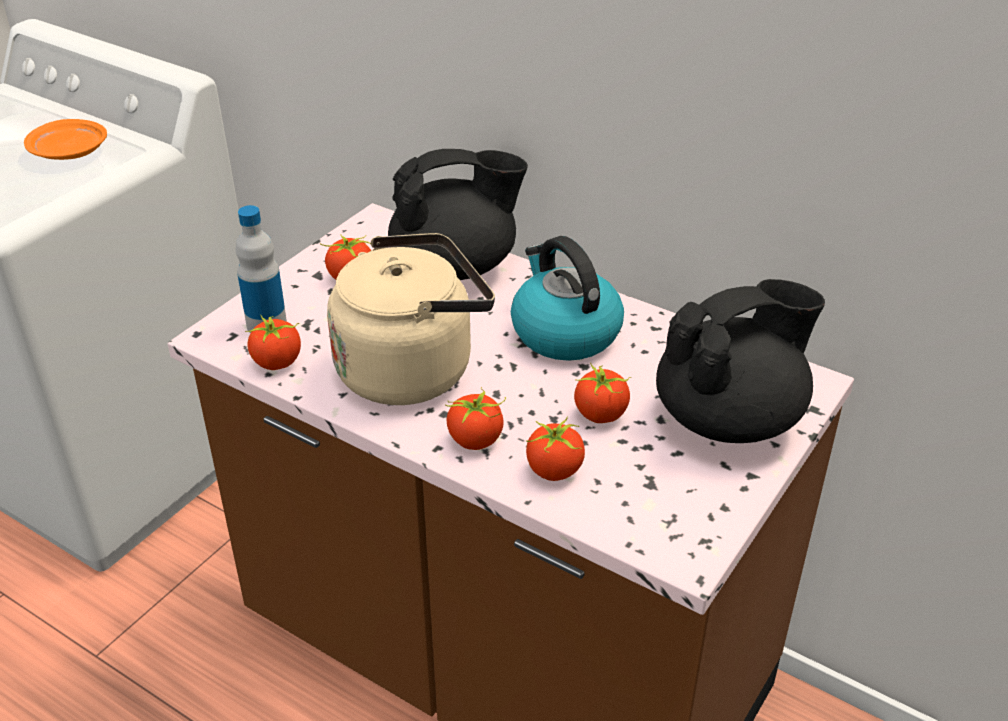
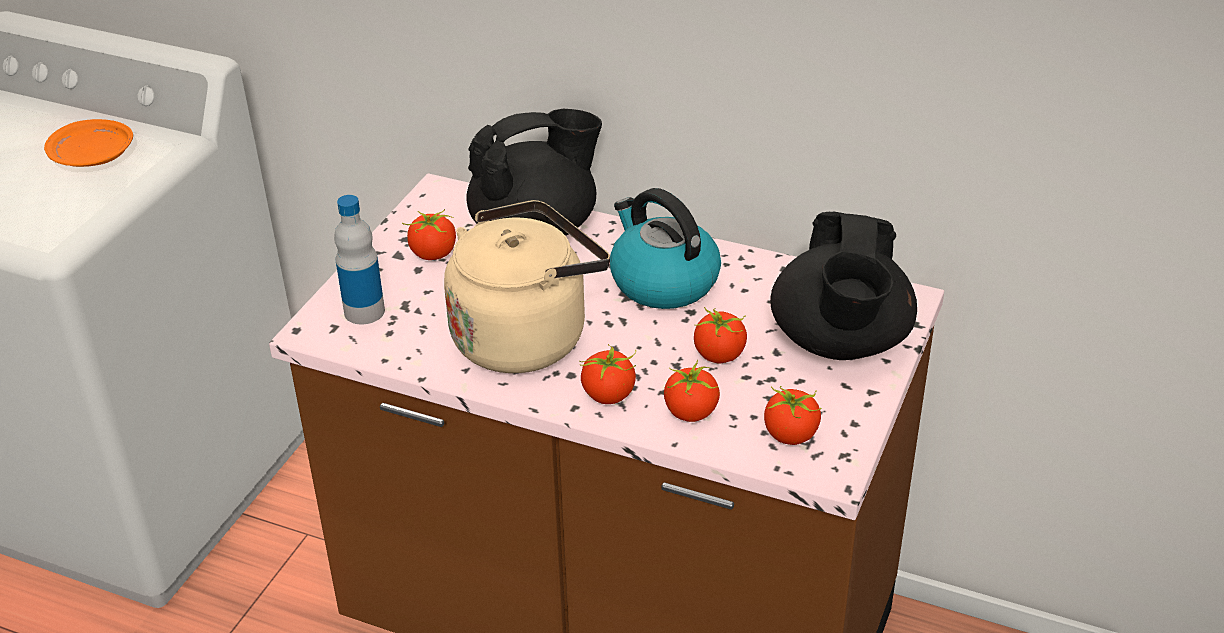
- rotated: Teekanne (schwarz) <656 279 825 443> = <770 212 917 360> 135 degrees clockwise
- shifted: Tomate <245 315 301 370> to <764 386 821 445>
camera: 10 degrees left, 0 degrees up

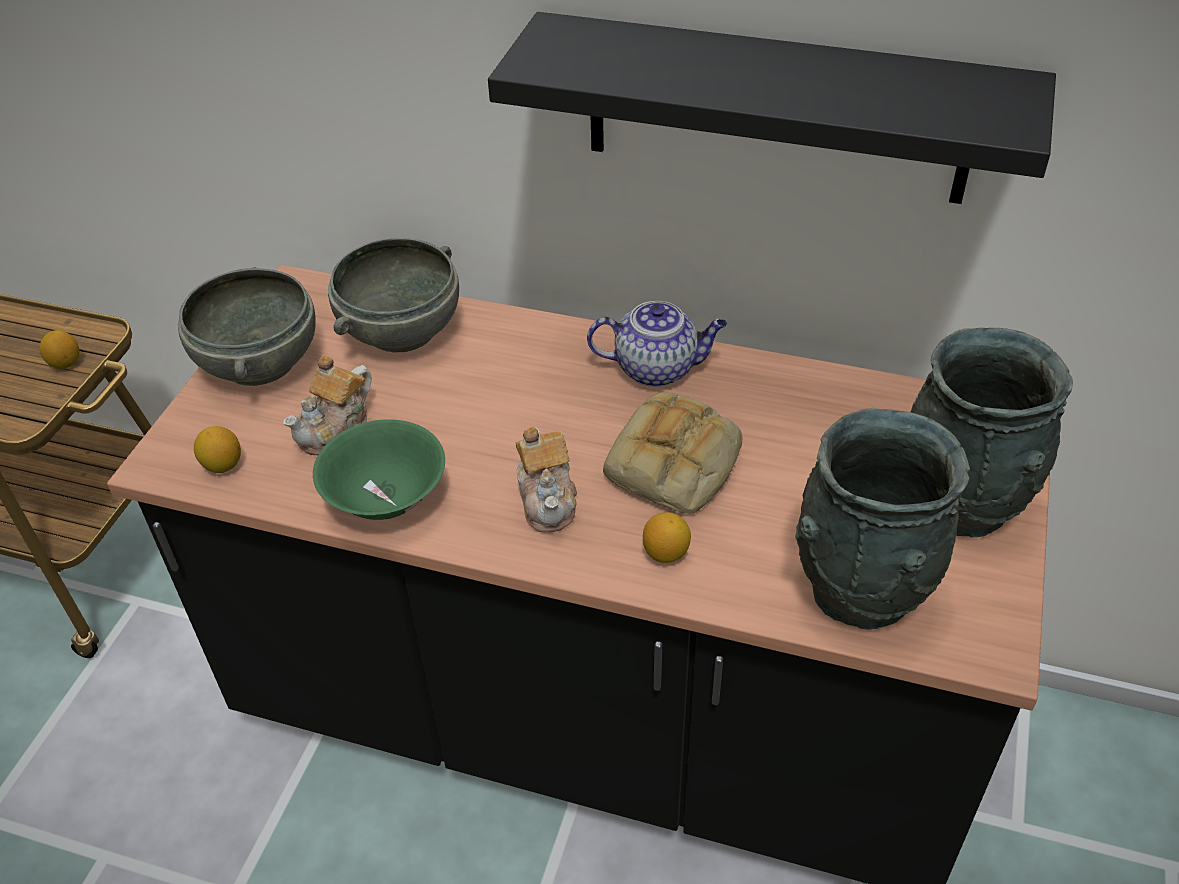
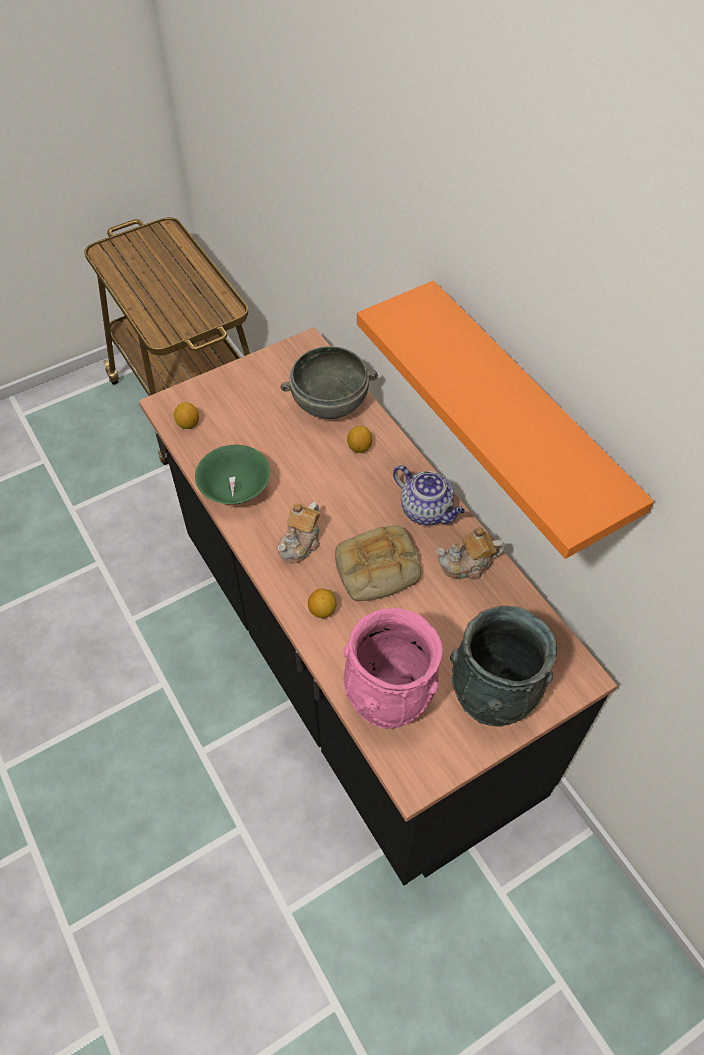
- repainted: Wandregal (schwarz) <488 12 1056 204> to Wandregal (orange) <357 280 654 559>
- gone: Schüssel (grau) <178 267 316 386>
- shifted: Zitrone <39 330 79 369> to <347 426 372 453>
- shifted: Teekanne <283 355 372 455> to <436 527 505 579>
- repainted: Vase (grau) <795 408 970 630> to Vase (rosa) <343 608 442 729>
camera: 40 degrees right, 10 degrees up

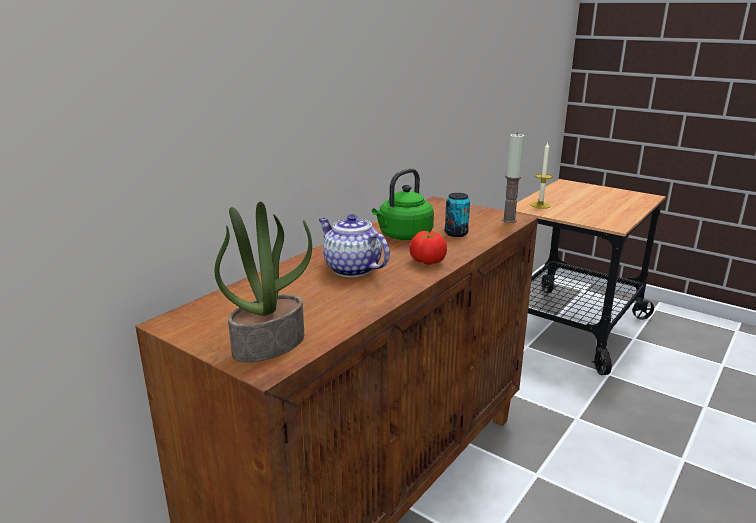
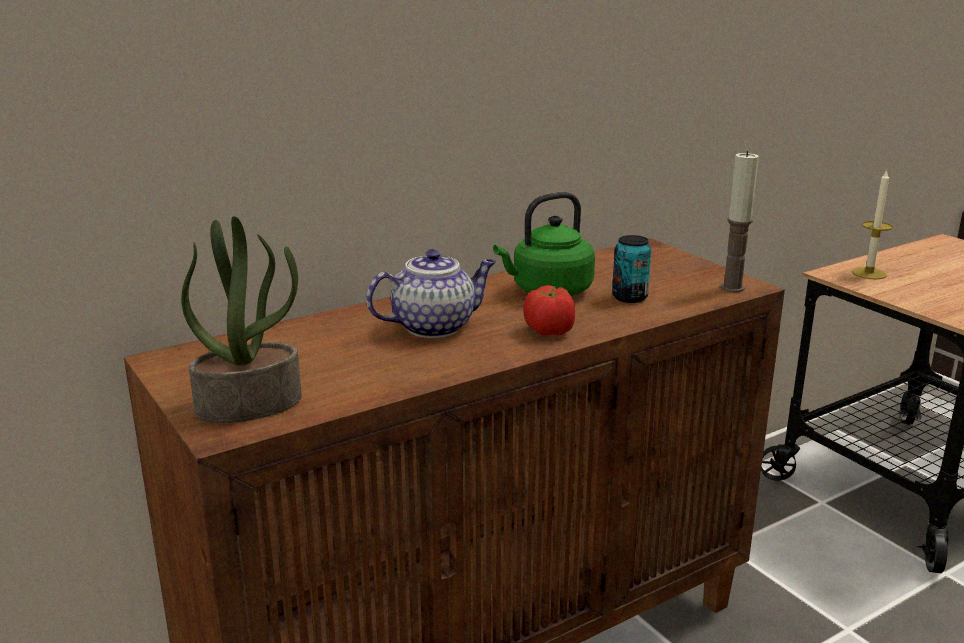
- rotated: Teekanne <319 214 390 277> = <366 249 496 338> 90 degrees clockwise
camera: 20 degrees right, 0 degrees up

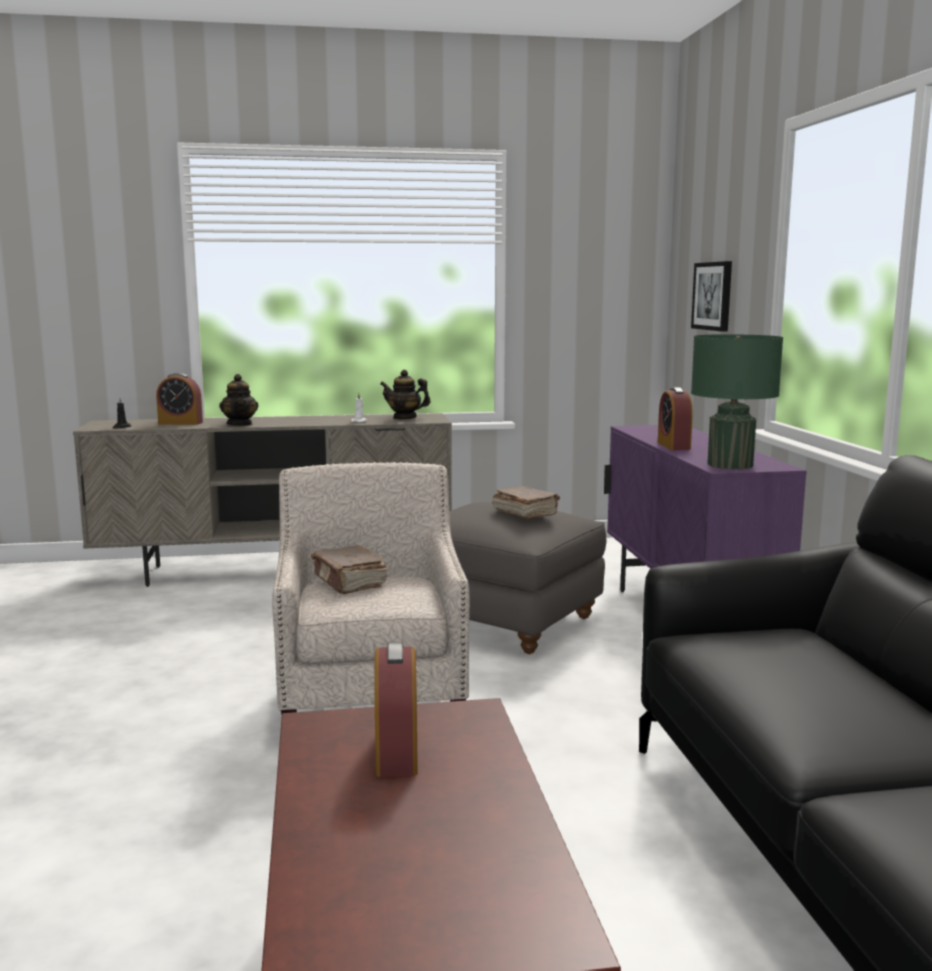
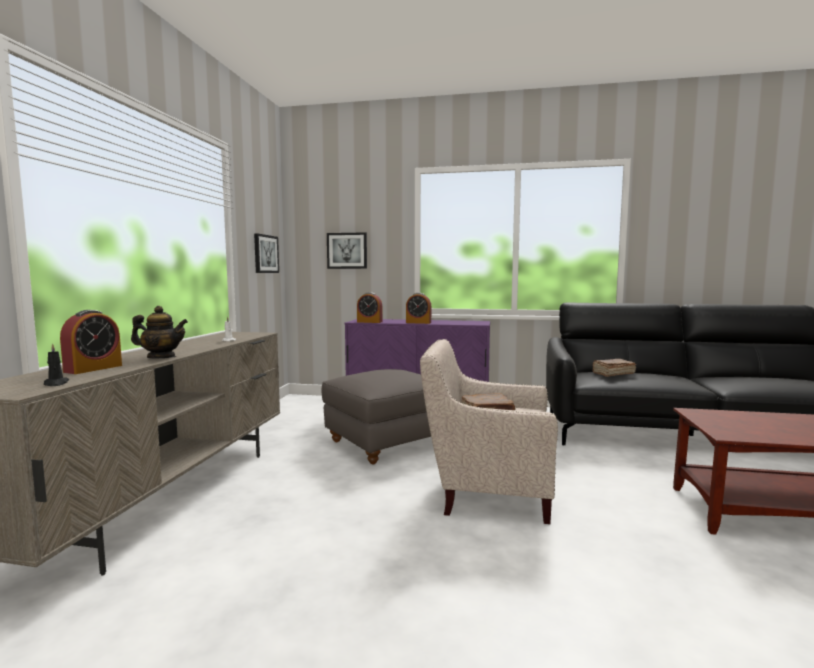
- gone: Tischlampe (grün) <691 334 783 469>
- gone: Teekanne <380 370 431 420>
- shifted: Buch (braun) <492 486 560 519> to <592 359 636 377>
- shifted: Wecker <374 642 418 777> to <357 292 382 323>
- new: Bild <254 233 279 273>
camera: 70 degrees left, 5 degrees down

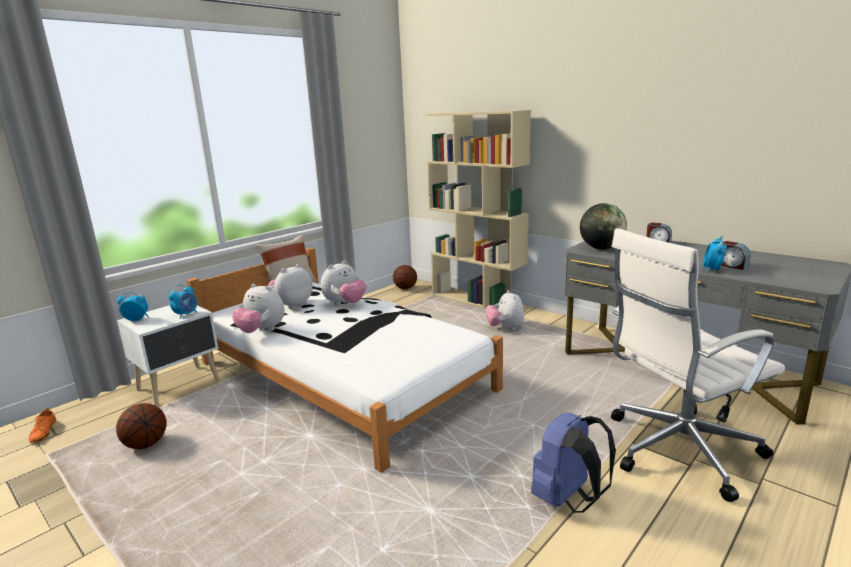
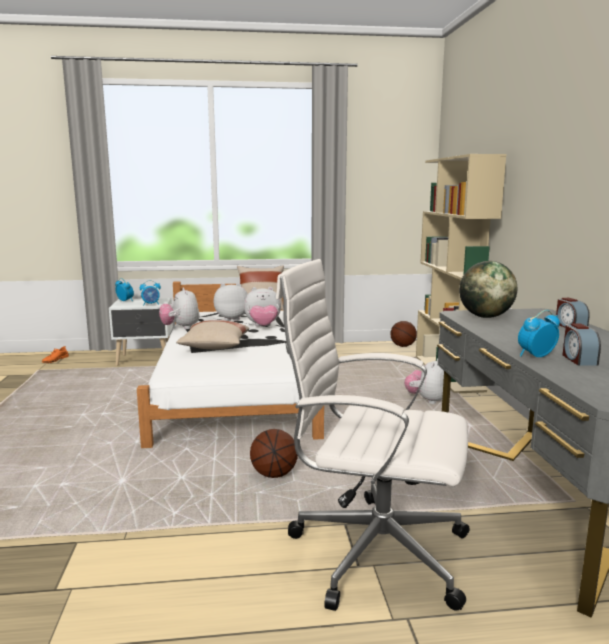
- shifted: Basketball <116 403 167 449> to <250 429 298 478>
- gone: Rucksack (blau) <531 413 616 513>
- new: Kissen (beige) <176 320 249 349>
camera: 40 degrees right, 5 degrees down

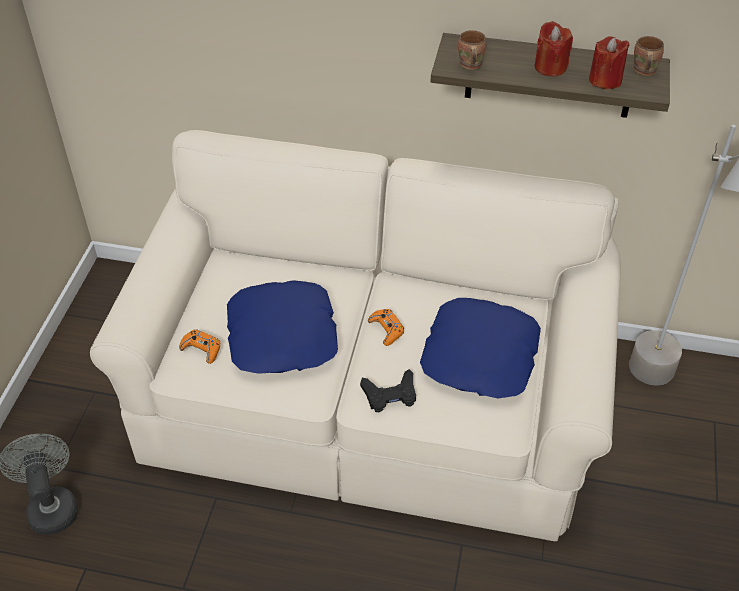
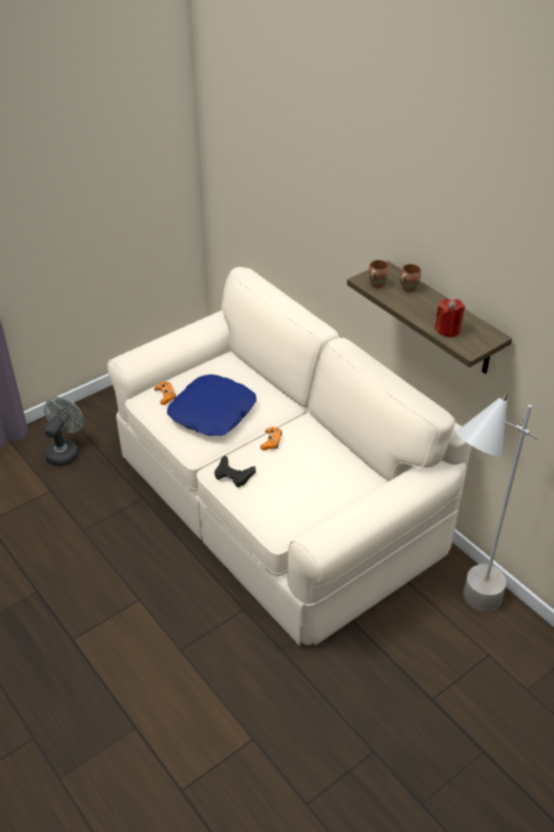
- gone: Kerze (rot) <535 21 573 77>
- shifted: Henkelbecher (braun) <634 36 664 76> to <400 264 421 292>
- gone: Kissen (blau) <420 298 541 398>
camera: 40 degrees right, 5 degrees down

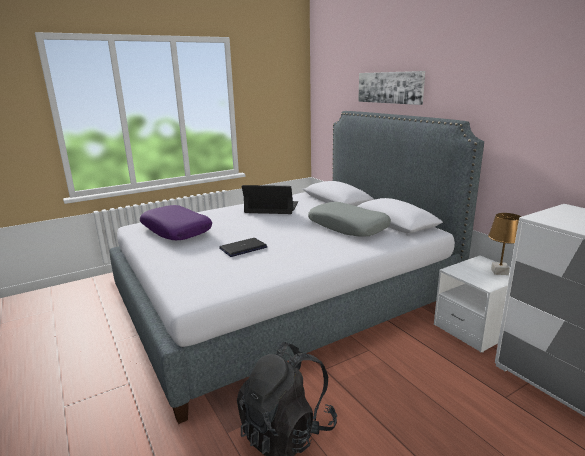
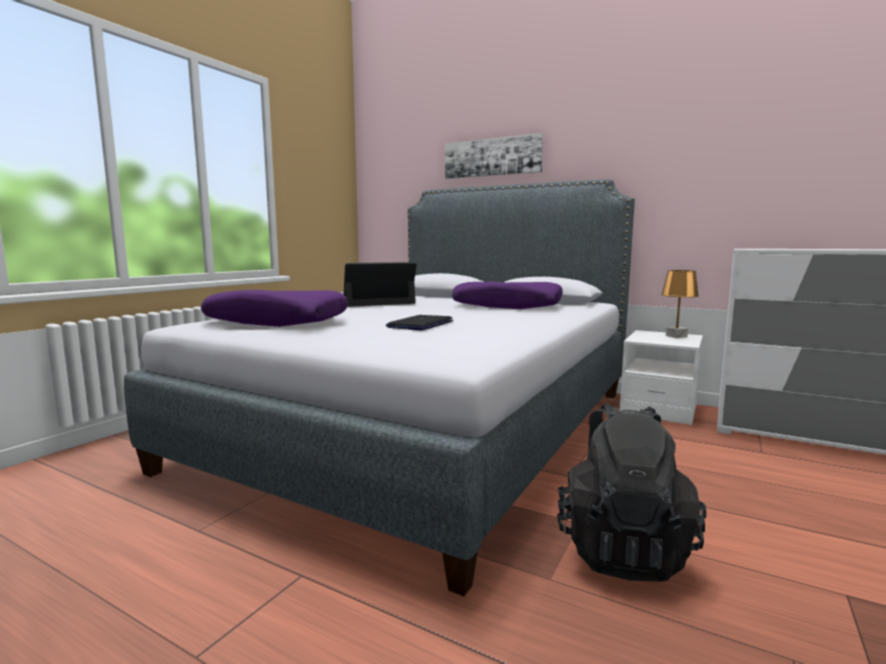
- repainted: Kissen (grau) <308 202 391 237> to Kissen (lila) <452 282 563 309>
camera: 30 degrees left, 10 degrees down

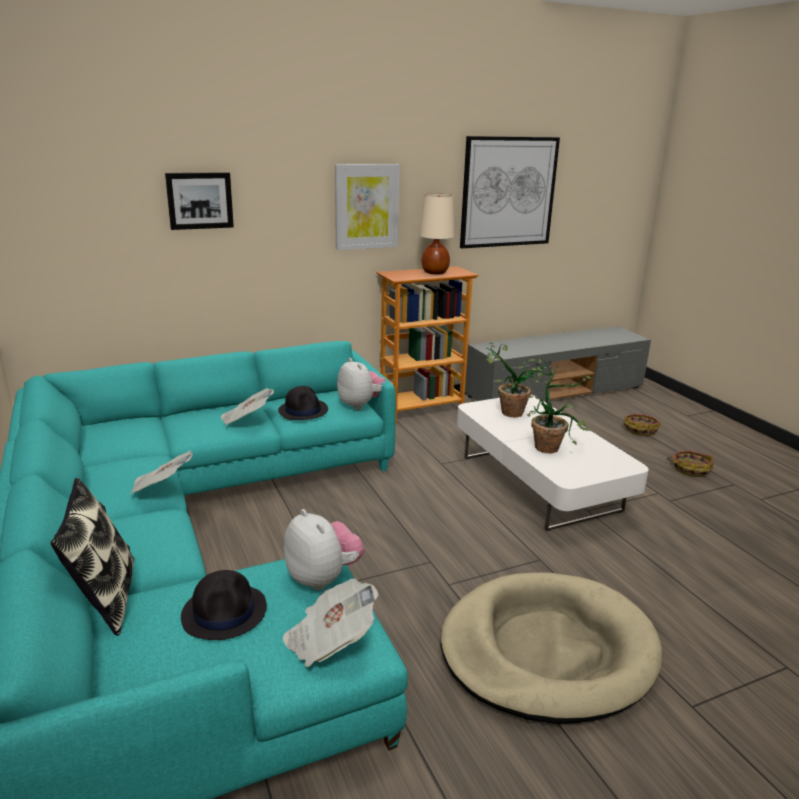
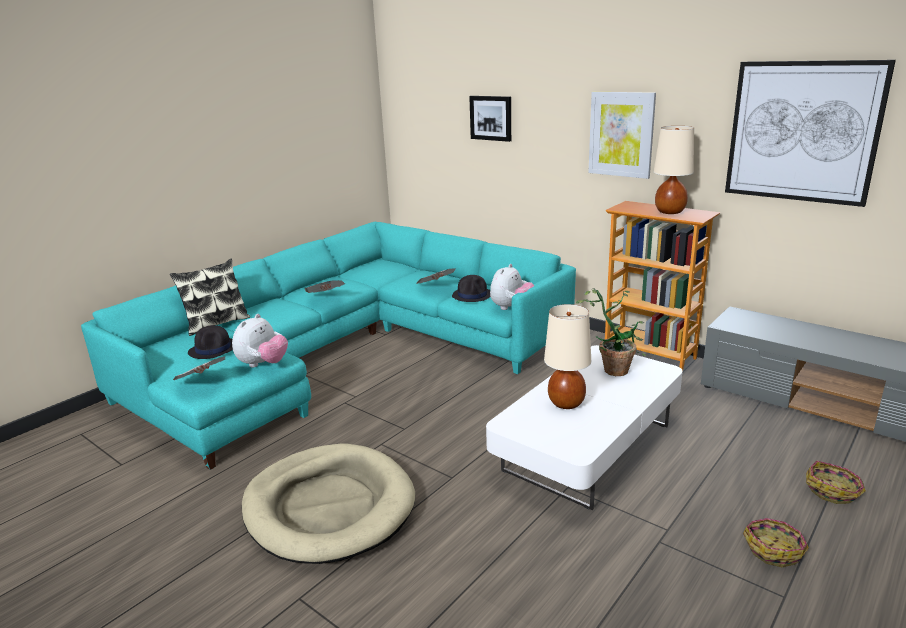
- swapped: Topfpflanze <527 359 592 454> to Tischlampe (beige) <544 304 591 409>
camera: 65 degrees right, 0 degrees up

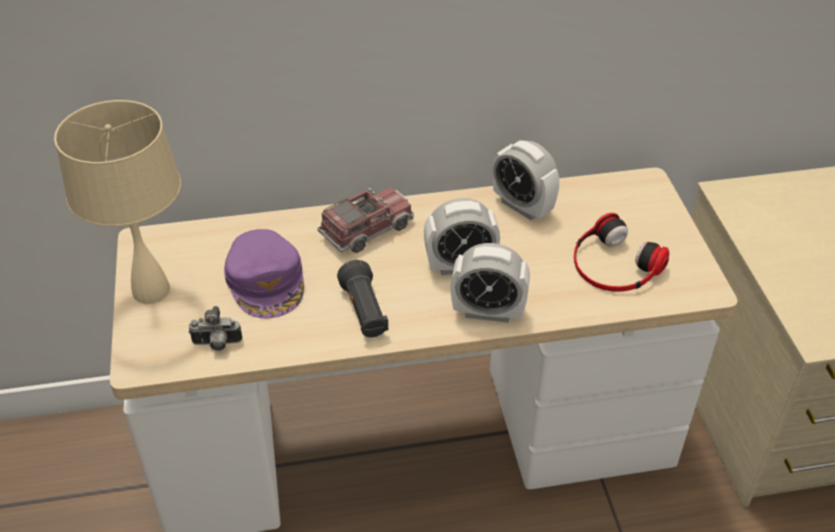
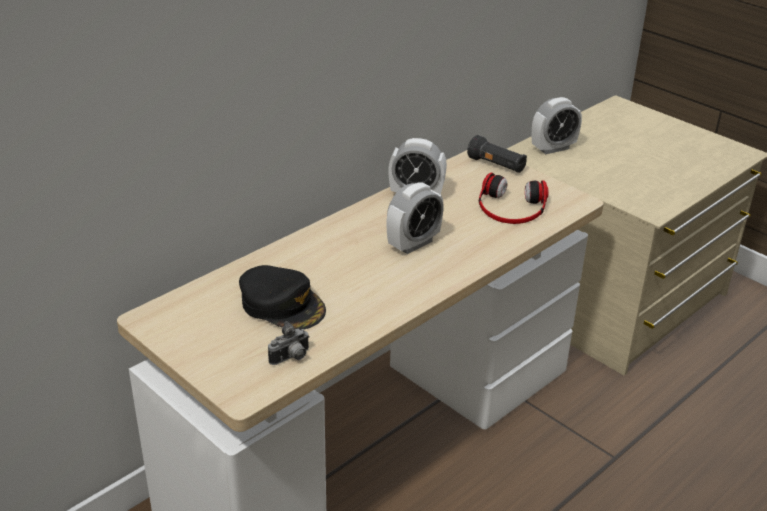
- gone: Tischlampe (beige) <54 100 181 304>
- gone: Spielzeuglaster <317 187 414 253>
- repainted: Kappe (lila) <224 229 304 318> to Kappe (schwarz) <239 265 326 330>
- shifted: Wecker <451 243 530 323> to <532 97 582 154>
- shifted: Taschenlampe (schwarz) <337 260 388 338> to <467 135 527 173>
camera: 35 degrees left, 10 degrees down

